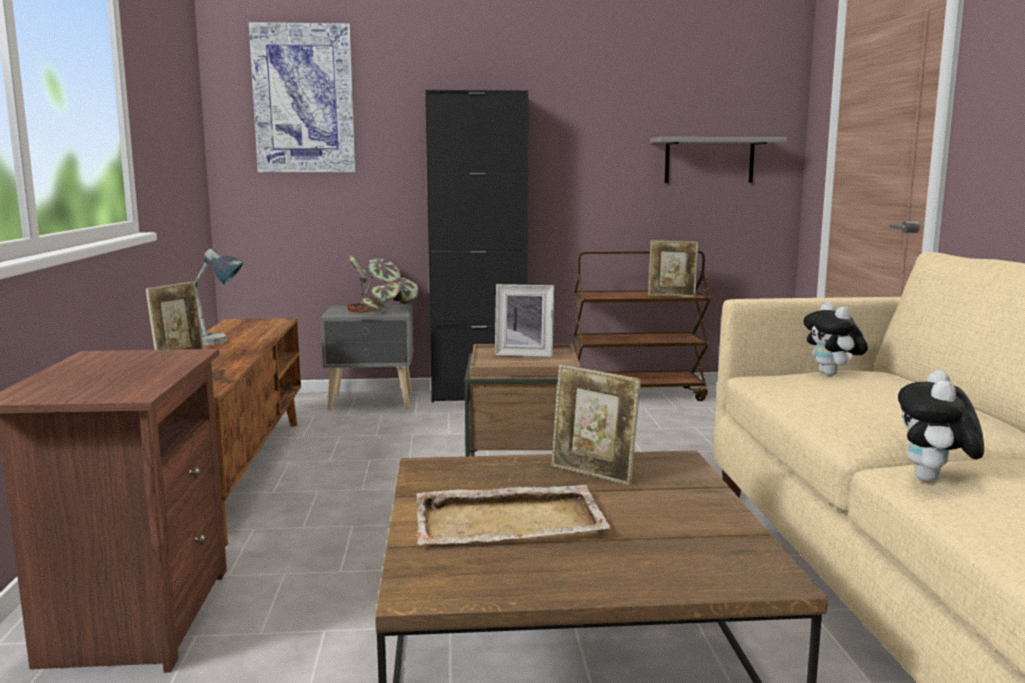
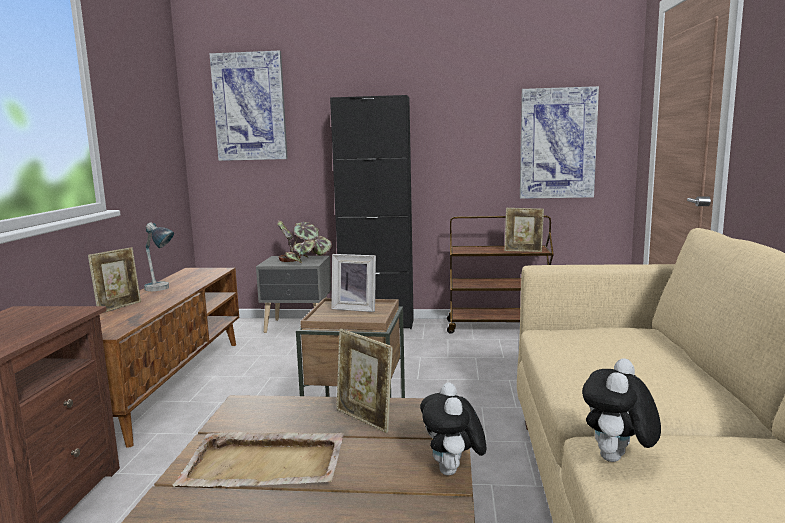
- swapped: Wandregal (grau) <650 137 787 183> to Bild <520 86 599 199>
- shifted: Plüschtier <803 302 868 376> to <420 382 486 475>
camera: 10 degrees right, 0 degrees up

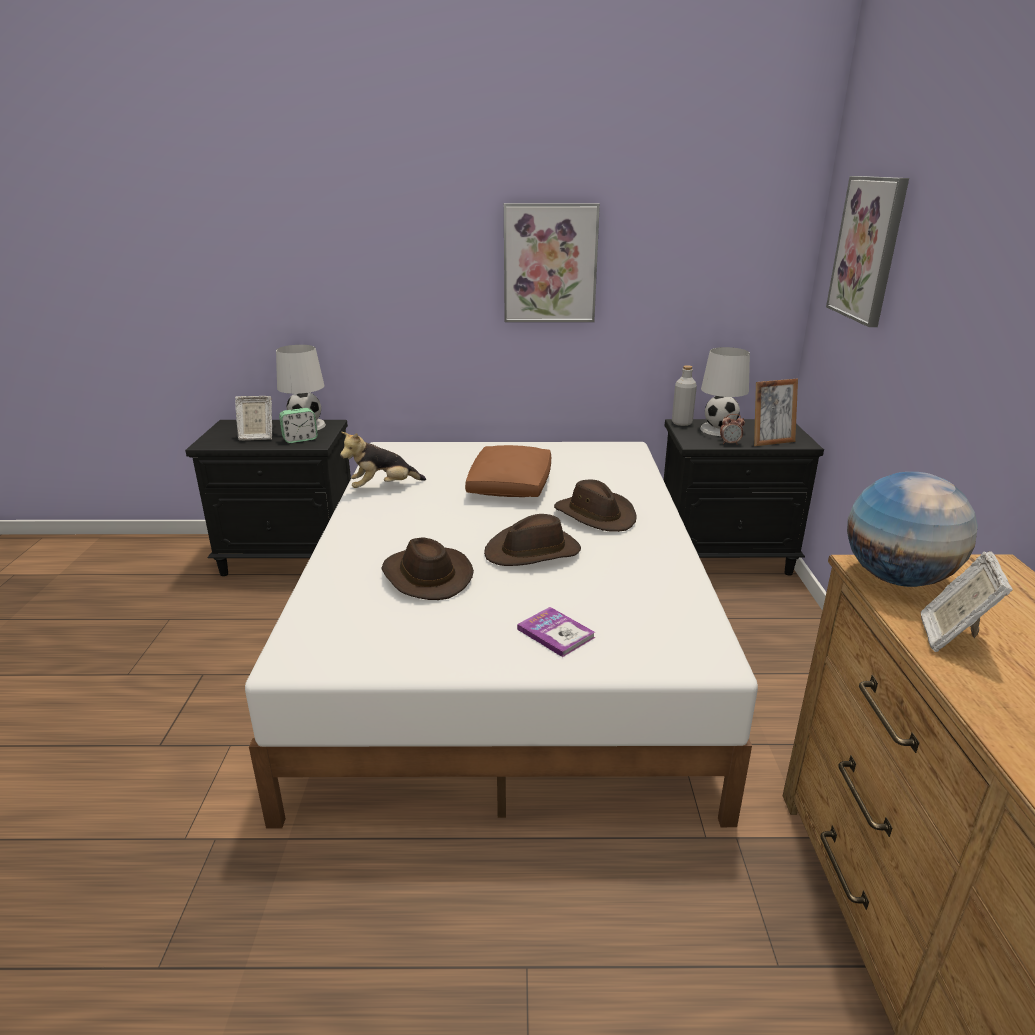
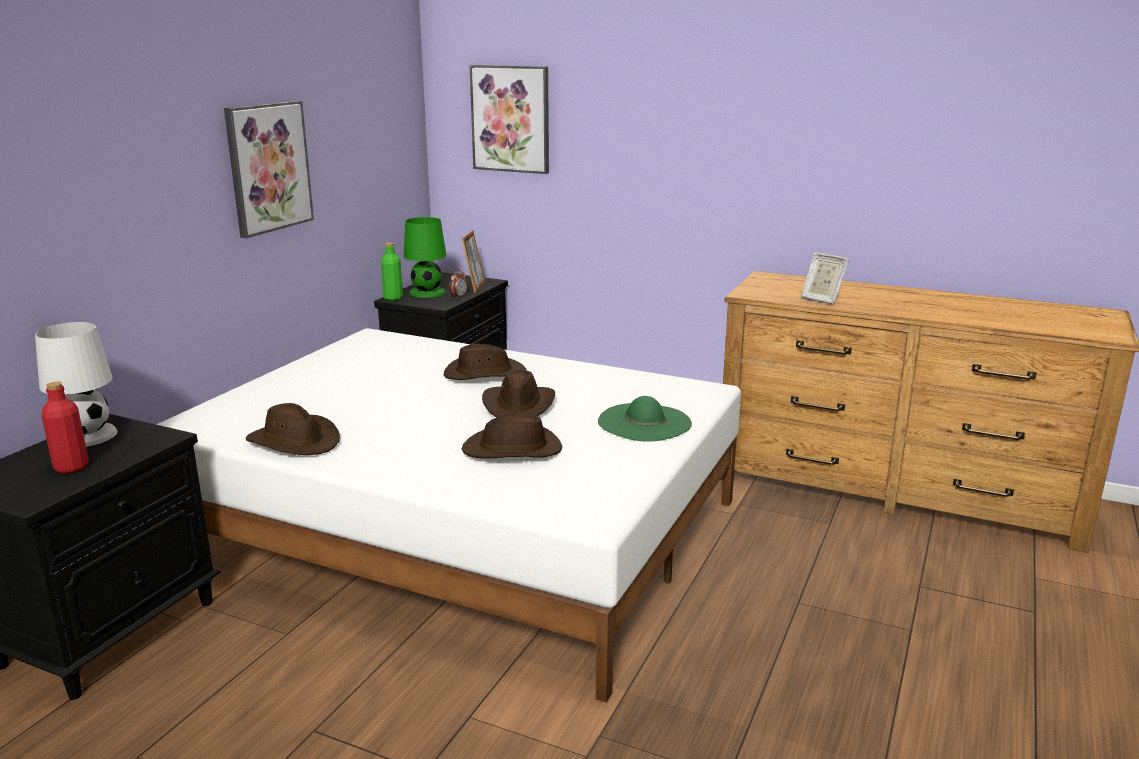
- repainted: Tischlampe (weiß) <700 347 750 436> to Tischlampe (grün) <404 217 447 298>
- repainted: Flasche (grau) <672 365 697 426> to Flasche (grün) <381 243 403 301>
- swapped: Bilderrahmen <235 396 272 441> to Flasche (rot) <41 381 89 474>
- gone: Wecker <279 408 318 443>
- swapped: Plüschtier <340 432 426 488> to Hut (braun) <246 403 340 455>
- gone: Kissen (braun) <465 445 551 497>
- gone: Globus <847 472 978 587>
- swapped: Buch <517 607 595 657> to Hut (grün) <598 396 692 441>
camera: 65 degrees left, 5 degrees down

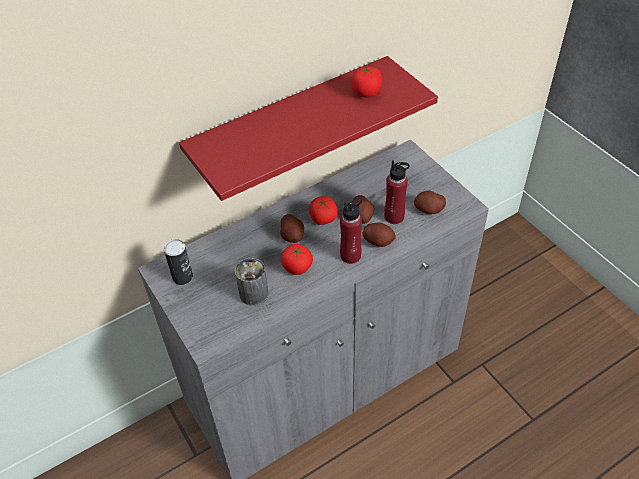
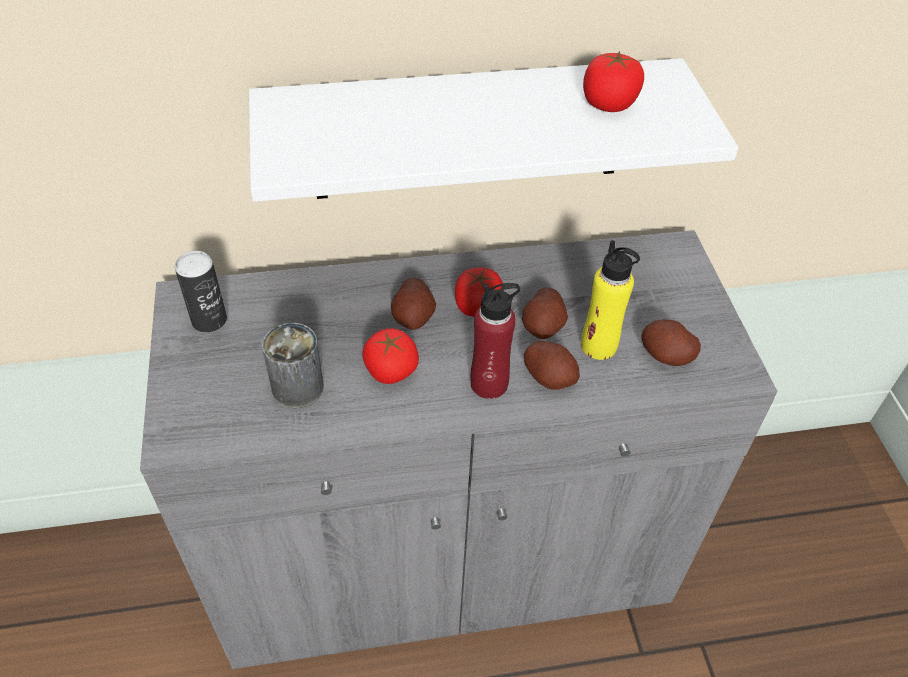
- repainted: Wandregal (rot) <179 56 438 201> to Wandregal (weiß) <249 58 739 202>
- repainted: Flasche (rot) <384 161 410 224> to Flasche (gelb) <581 240 640 360>
camera: 20 degrees right, 0 degrees up

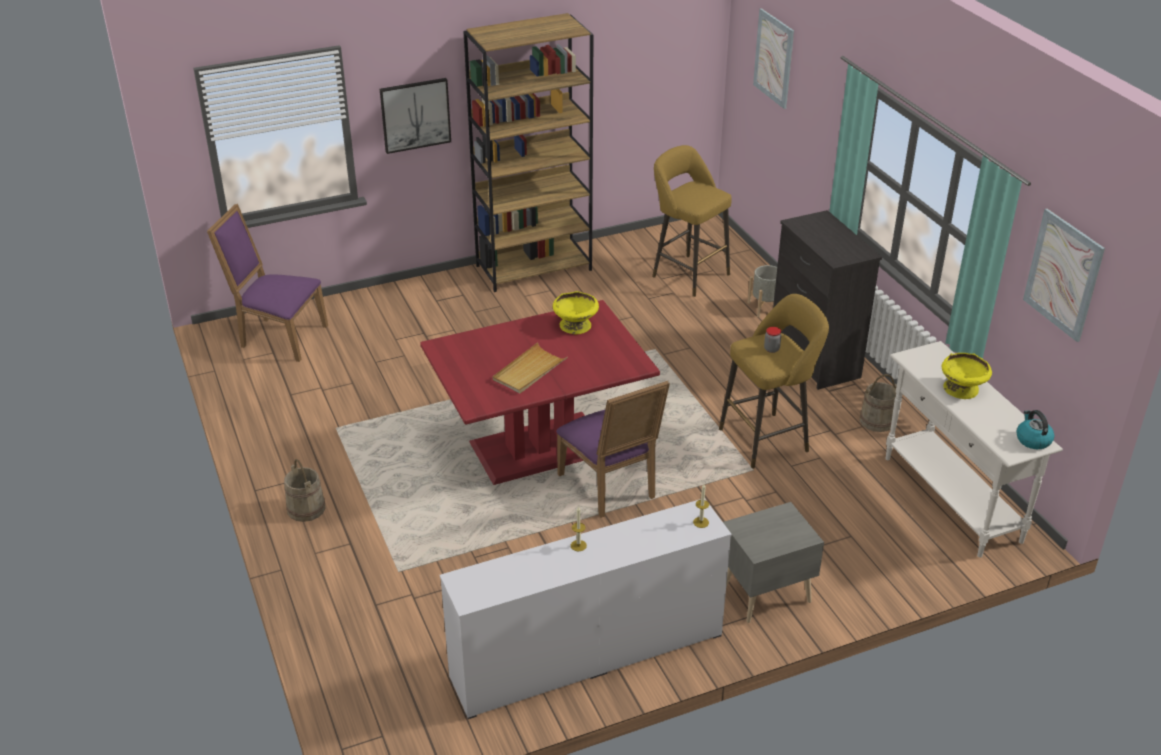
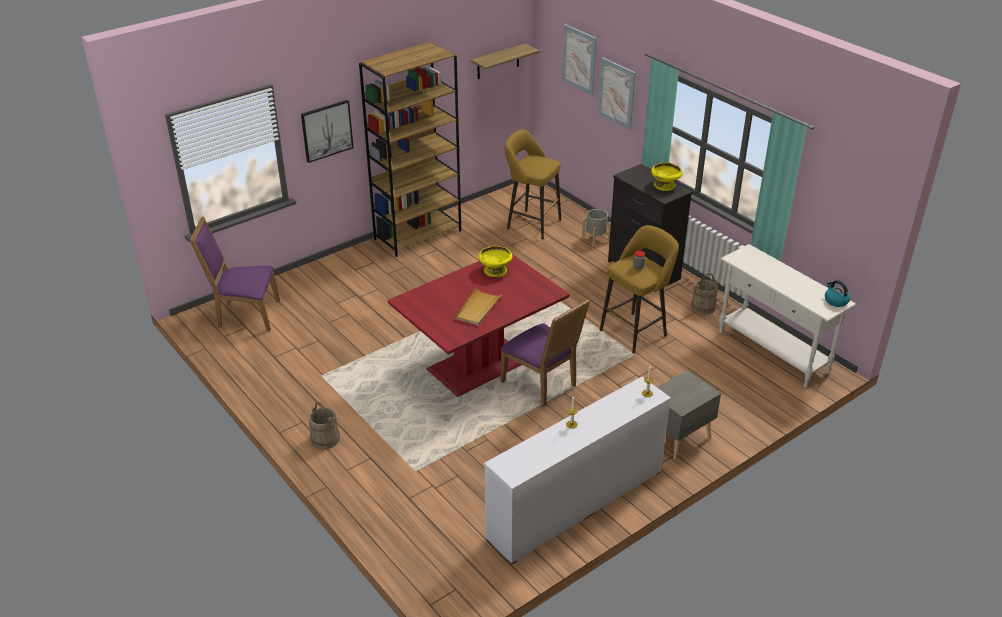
- shifted: Bild <1023 209 1105 342> to <598 57 636 130>
- shifted: Schüssel (gelb) <941 353 992 399> to <651 162 683 191>
- new: Wandregal <471 44 540 79>
camera: 15 degrees left, 0 degrees up

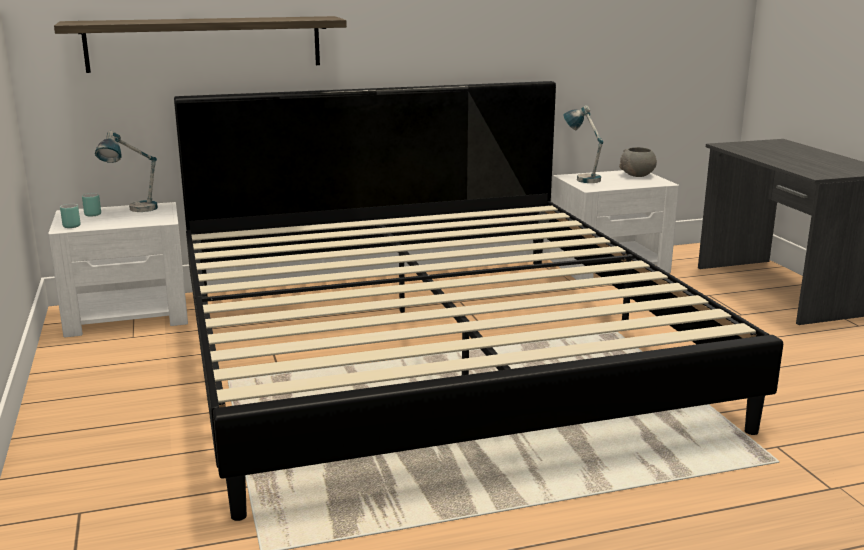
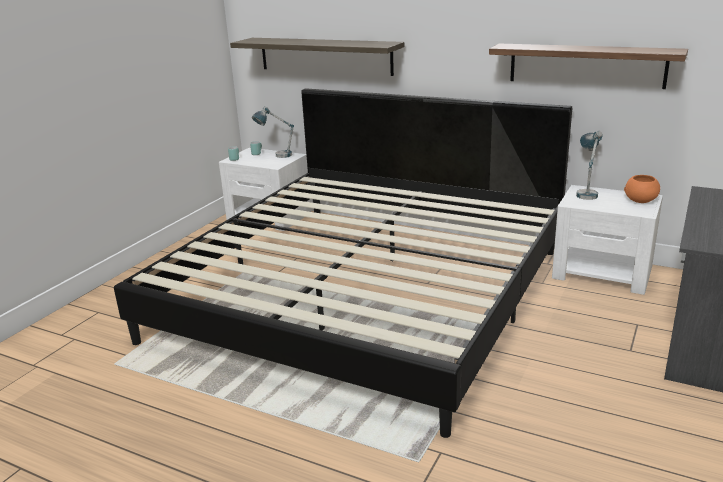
- repainted: Schüssel (grau) <619 147 657 177> to Schüssel (orange) <624 175 660 203>
- new: Wandregal <489 44 688 89>
camera: 45 degrees right, 5 degrees up

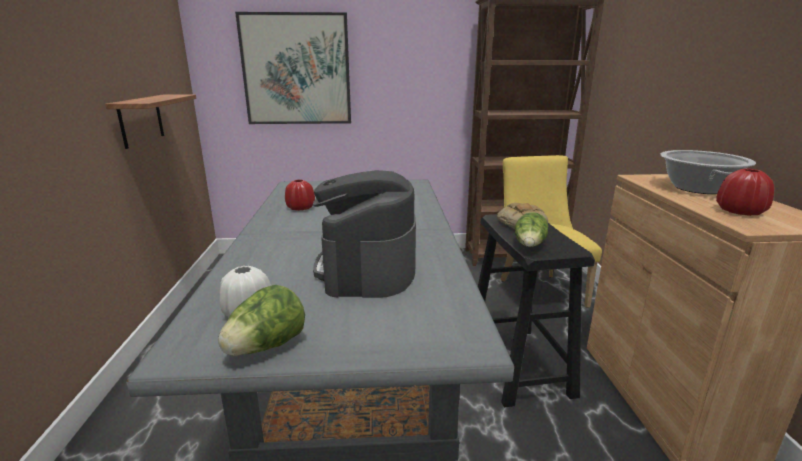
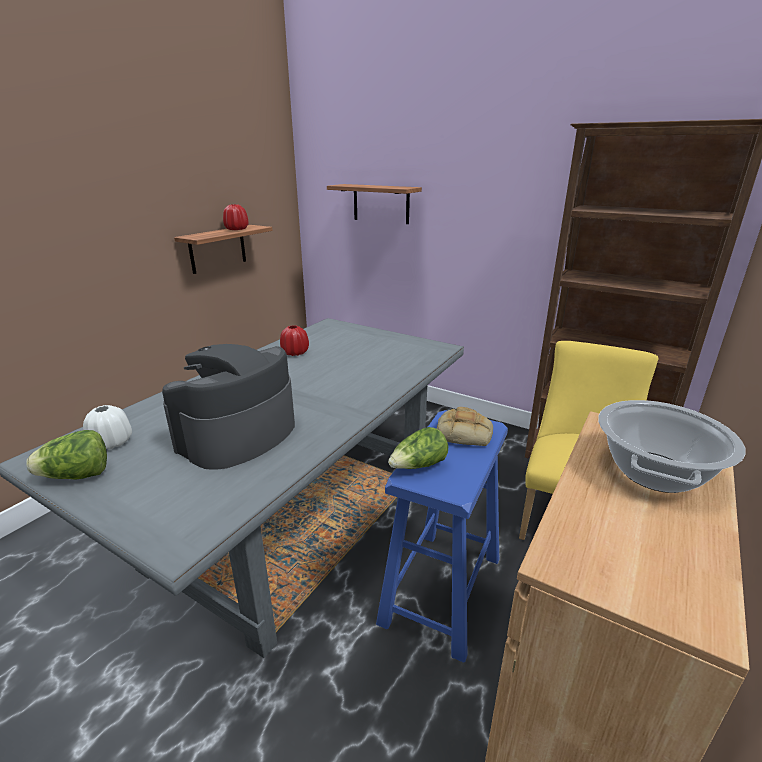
- swapped: Bild <235 12 351 124> to Wandregal <327 184 422 224>
- shifted: Vase (rot) <716 169 774 216> to <223 204 249 230>
- repainted: Hocker (schwarz) <478 214 595 407> to Hocker (blau) <376 410 508 663>
camera: 35 degrees right, 5 degrees up

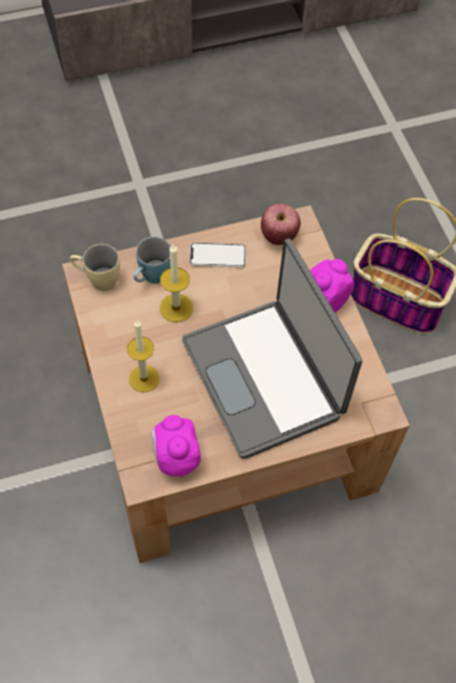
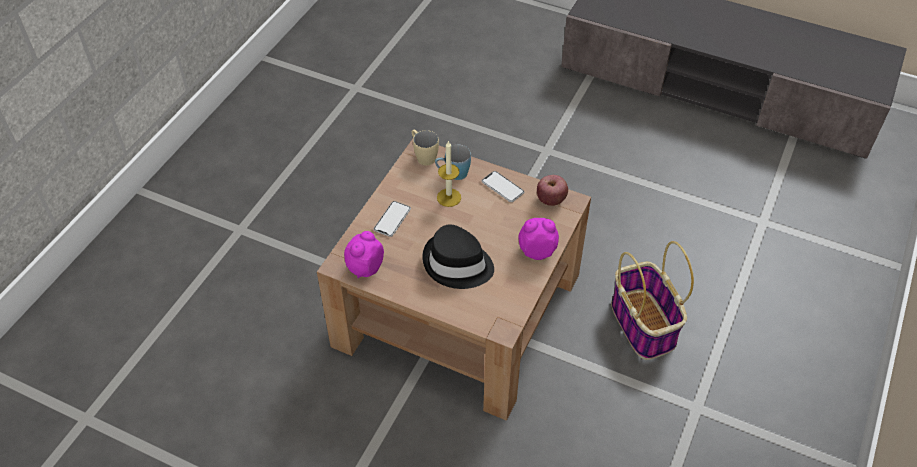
- swapped: Laptop <182 238 363 459> to Hut (schwarz) <422 224 494 289>
- swapped: Kerze <127 320 159 392> to Handy <374 201 411 237>
camera: 45 degrees right, 10 degrees down

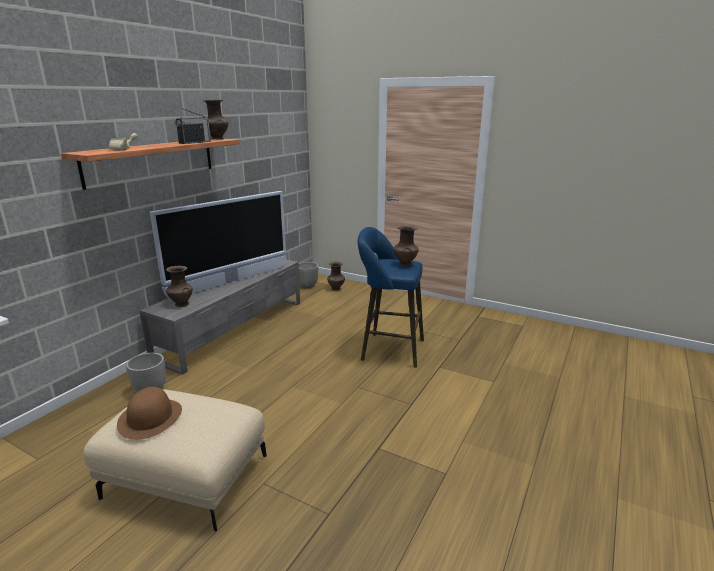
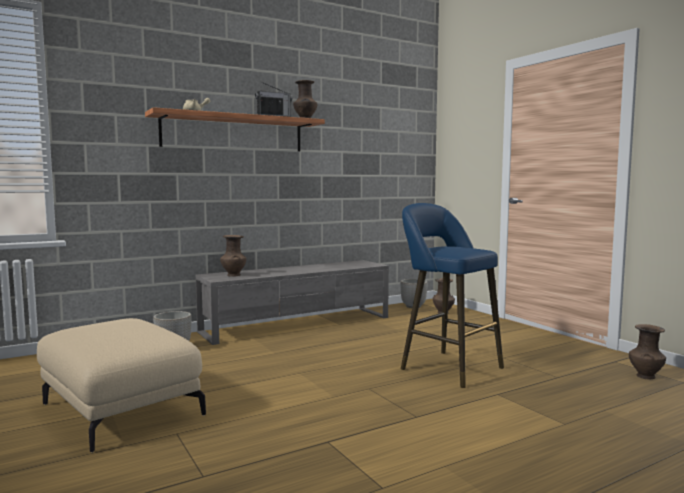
- gone: Fernseher <150 191 286 298>
- shifted: Vase (braun) <393 224 419 266> to <629 324 666 379>
- gone: Hut (braun) <117 387 182 440>
camera: 30 degrees right, 15 degrees down

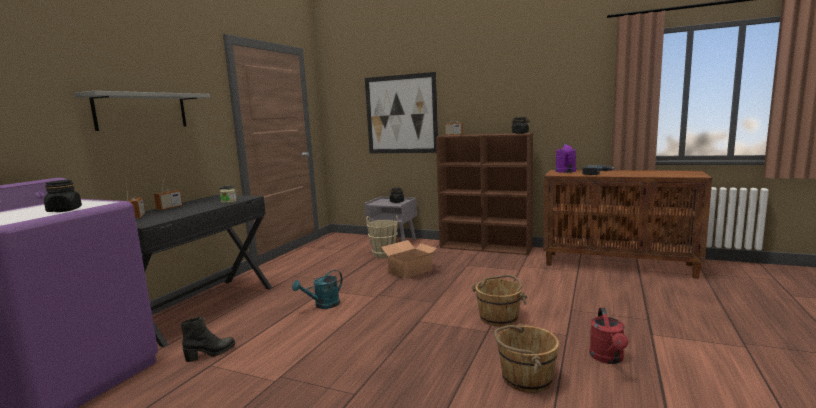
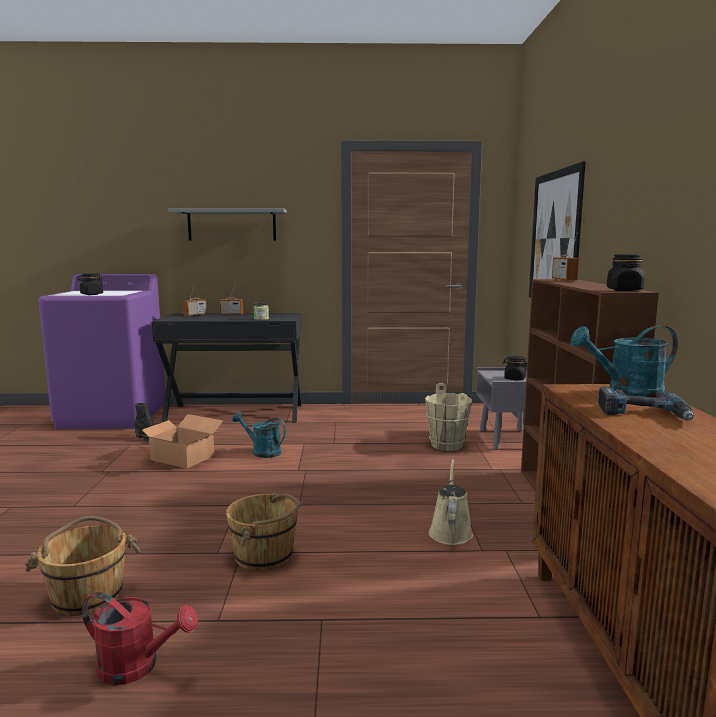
- repainted: Gießkanne (lila) <556 143 576 173> to Gießkanne (türkis) <570 325 678 398>
- shifted: Karton <381 240 437 279> to <138 414 223 469>
- rotated: Gießkanne (rot) <589 307 629 364> = <82 592 198 685> 150 degrees counterclockwise
- new: Gießkanne (beige) <429 459 473 545>
camera: 65 degrees right, 0 degrees up

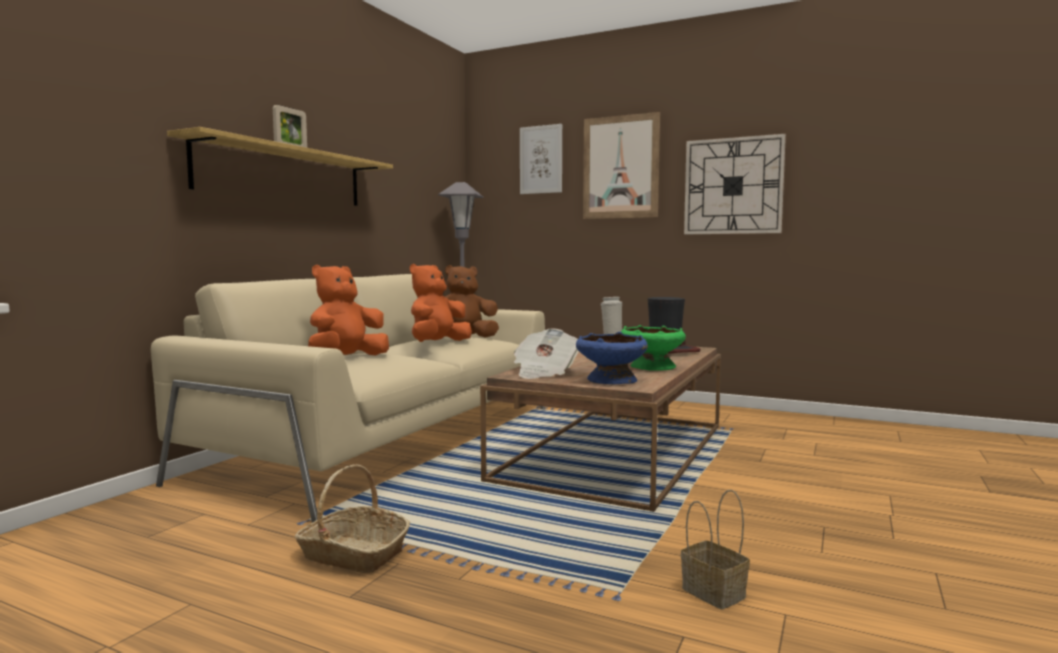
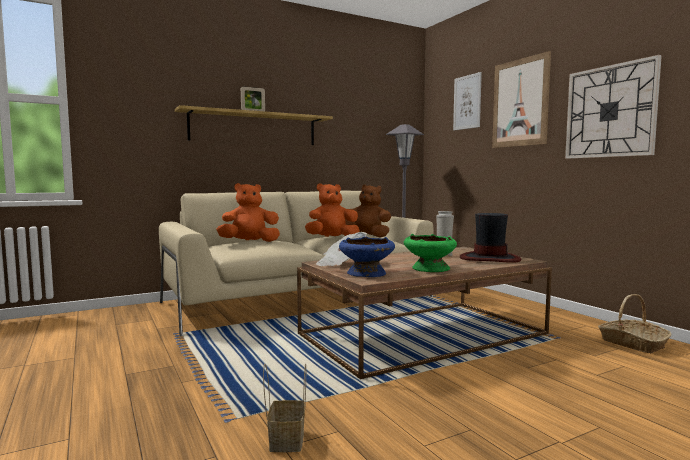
- shifted: Korb <295 464 410 573> to <598 294 671 353>
camera: 35 degrees right, 0 degrees up

